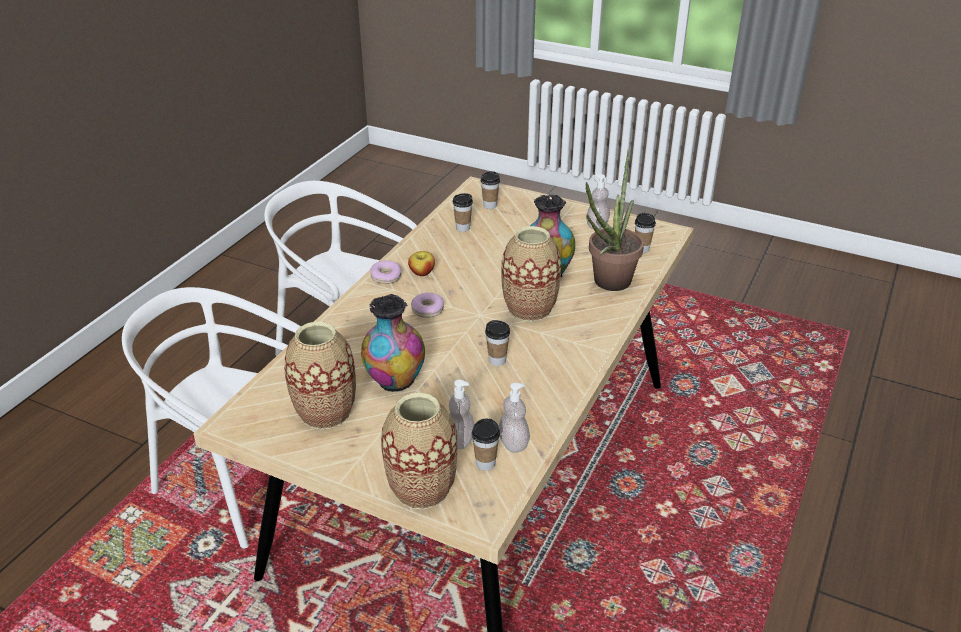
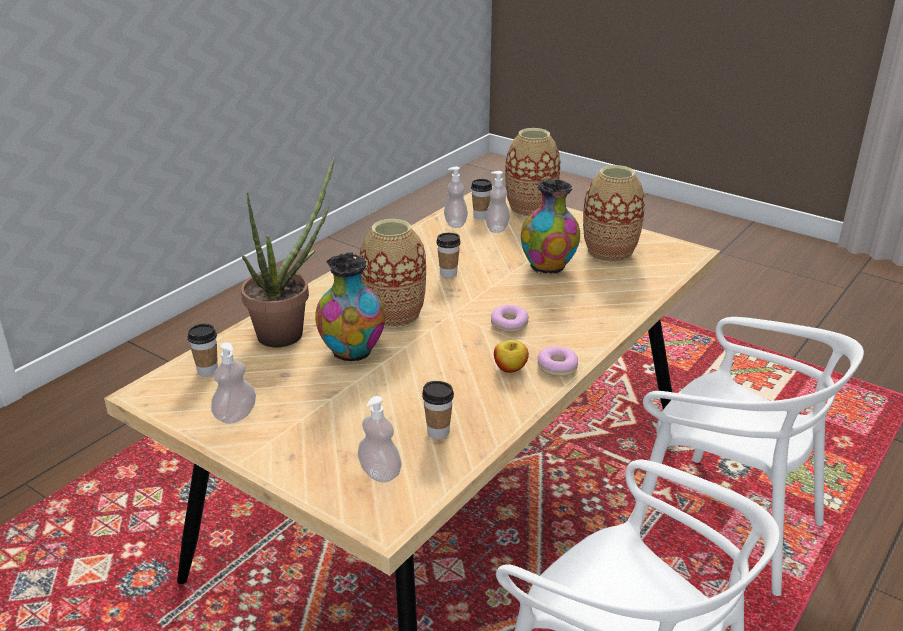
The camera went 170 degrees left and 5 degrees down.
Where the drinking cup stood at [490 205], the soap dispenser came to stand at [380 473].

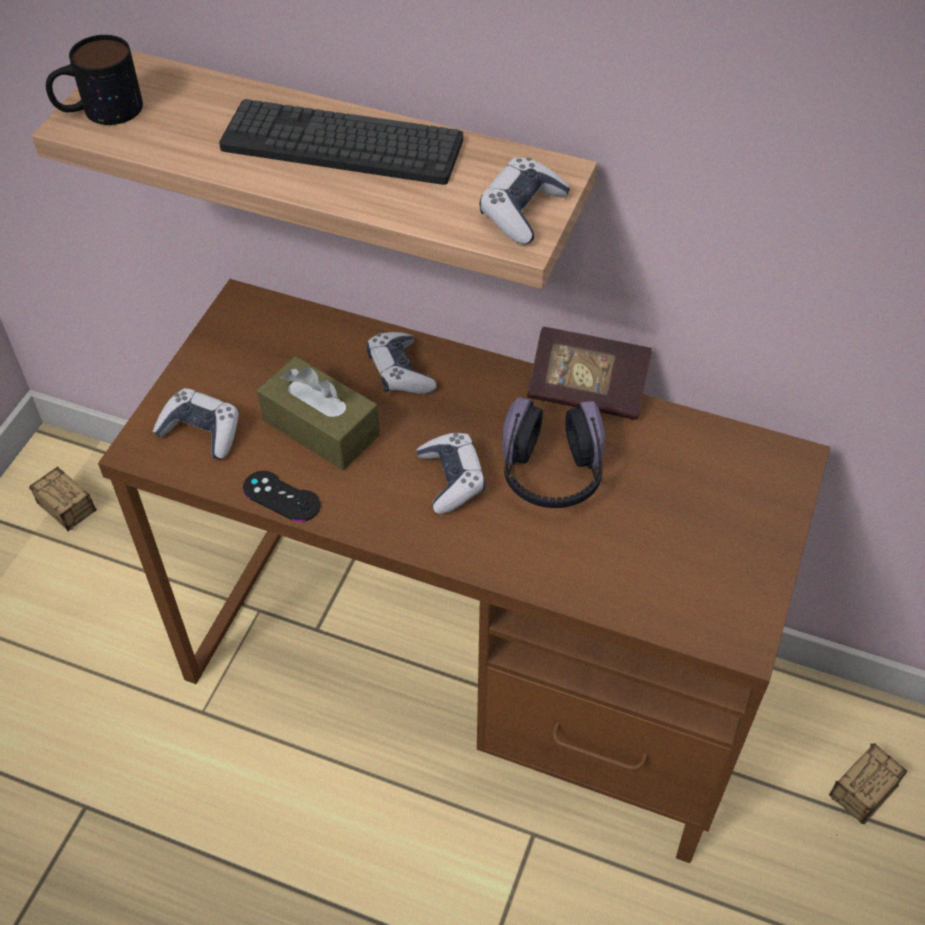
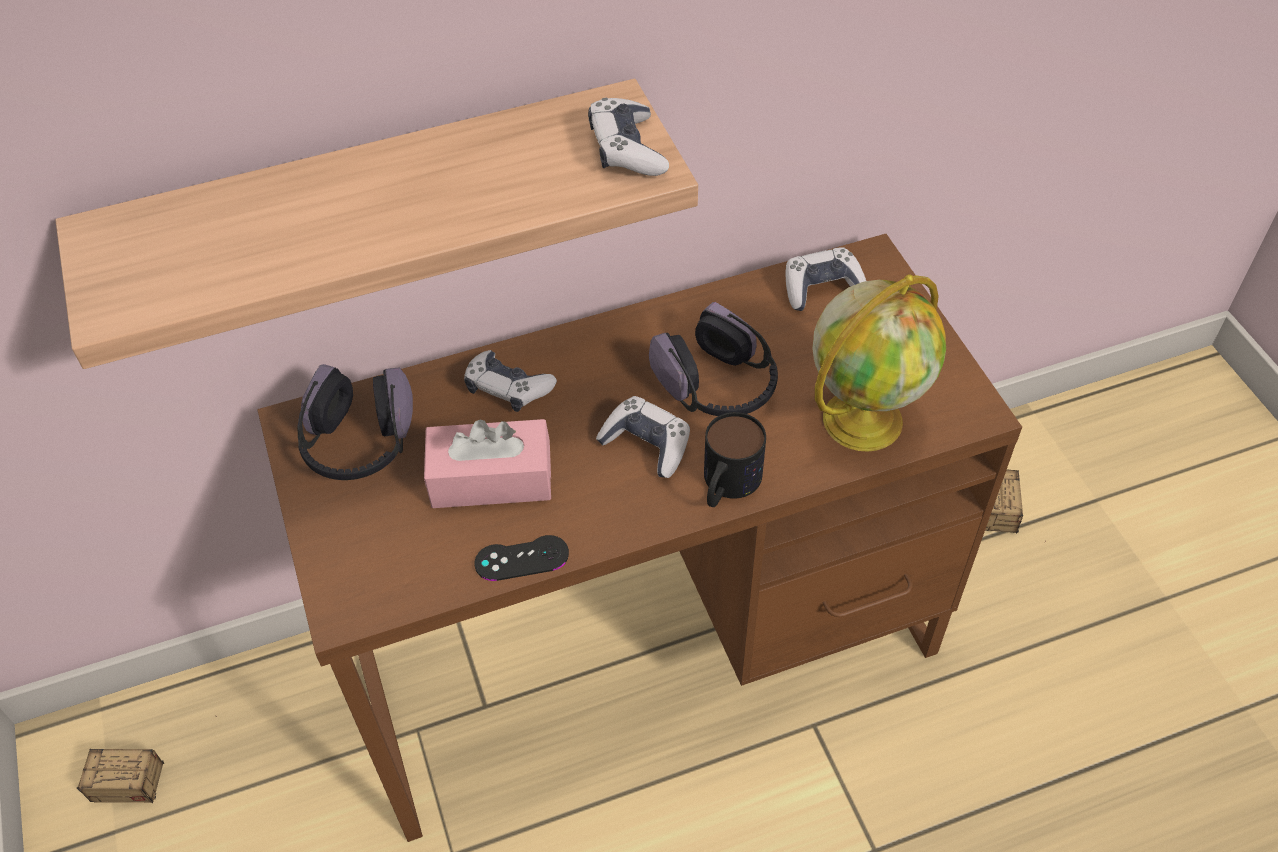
The camera went 40 degrees left and 0 degrees up.
The second view lost the computer keyboard at [342 144].
The second view lost the volume at [586 390].
The second view gained the pair of headphones at [358 443].
The second view gained the globe at [864 418].
The mug ended up elsewhere, having gone from [99 110] to [726 485].
The gamepad ended up elsewhere, having gone from [201 432] to [822 288].
What was the brown tissue holder at [321 427] turned into the pink tissue holder at [491 479].

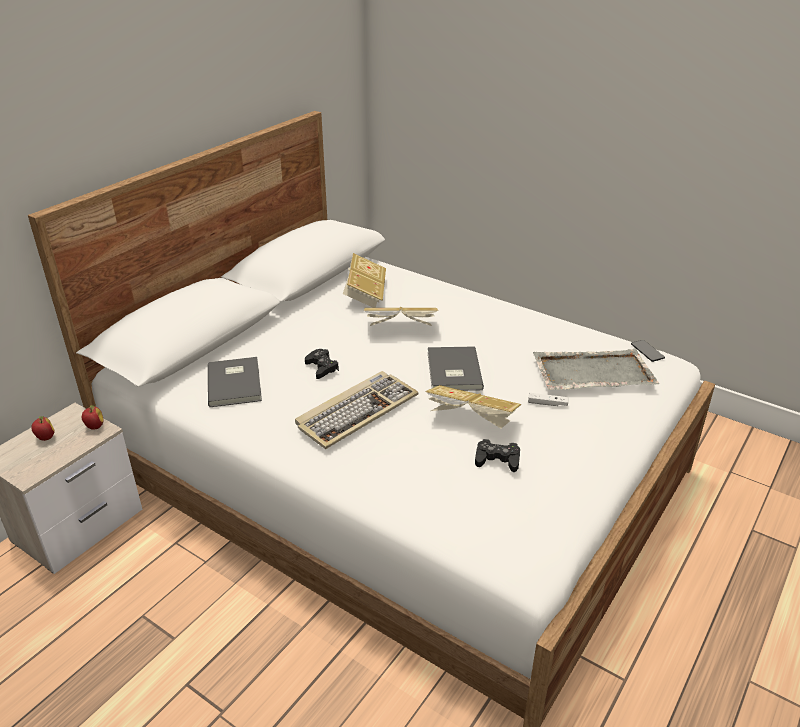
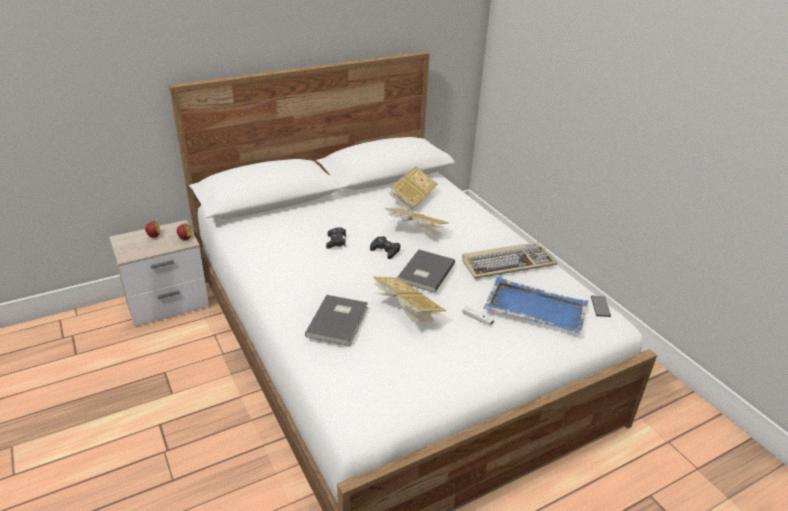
The camera went 25 degrees right and 0 degrees up.
The grey volume ended up elsewhere, having gone from [236 383] to [339 321].
The computer keyboard ended up elsewhere, having gone from [357 411] to [508 263].
The black gamepad ended up elsewhere, having gone from [497 460] to [385 250].
What was the grey carrying tray at [592 373] turned into the bluish carrying tray at [534 308].

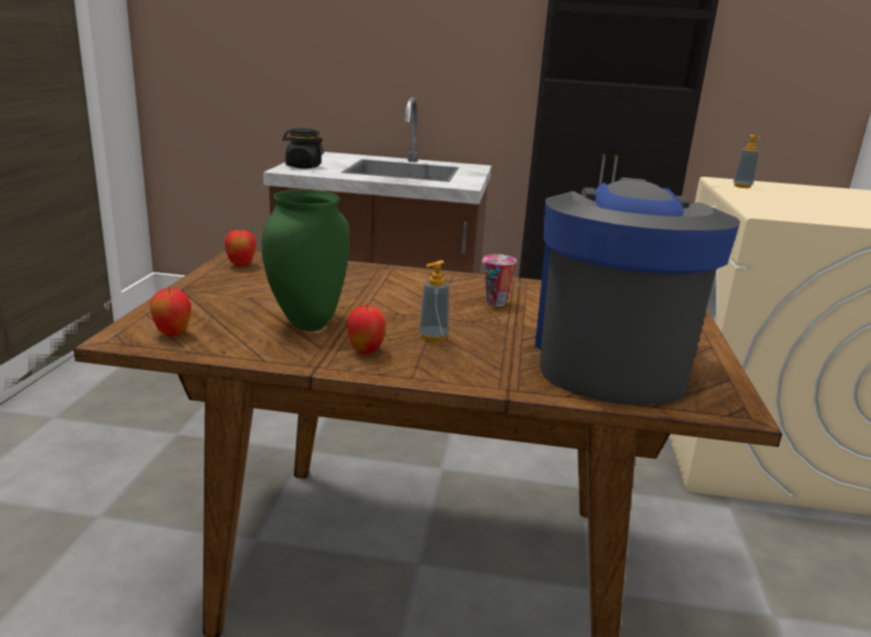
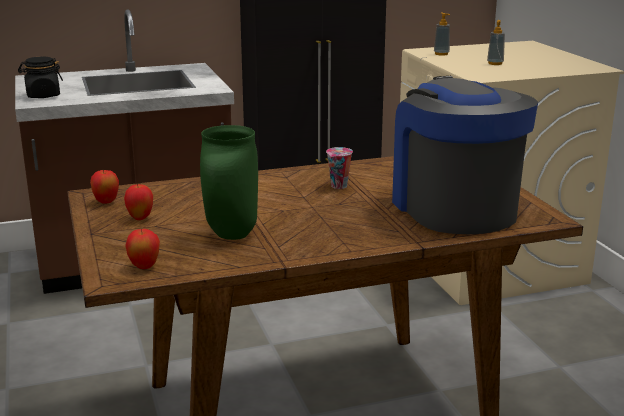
The camera went 25 degrees left and 0 degrees up.
The apple fruit ended up elsewhere, having gone from [366 351] to [140 218].
The soap dispenser ended up elsewhere, having gone from [433 337] to [495 63].

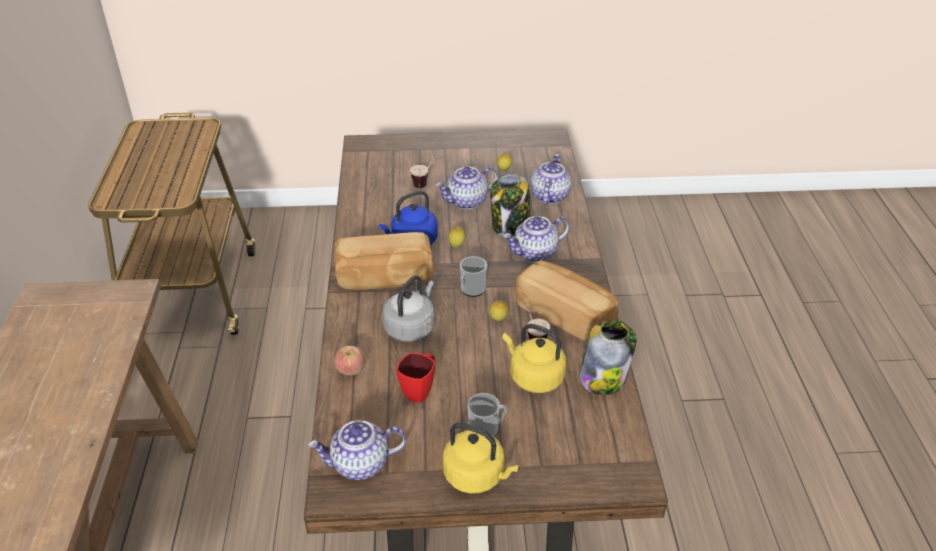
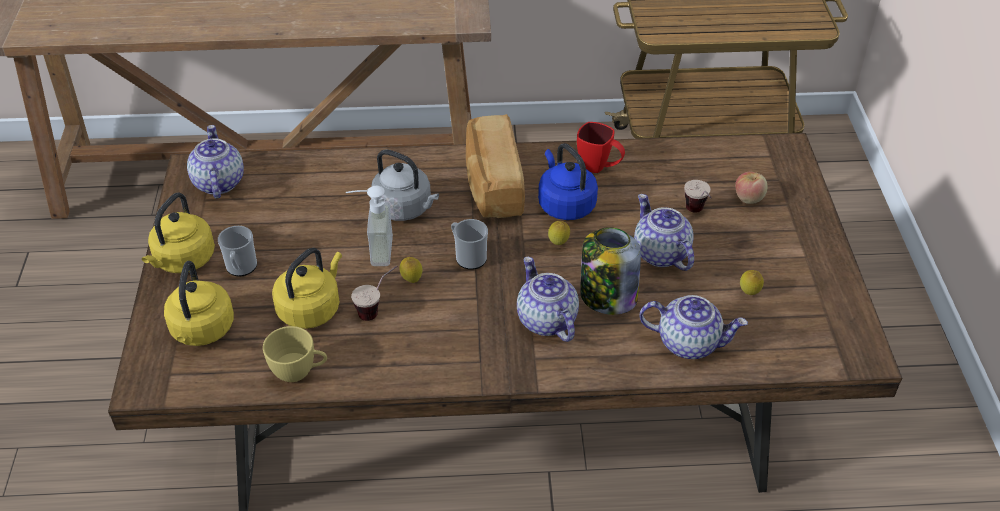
The camera went 90 degrees right and 5 degrees up.
The second view lost the bakery bread at [565 316].
The second view gained the yellow-coloured kettle at [202 331].
The second view gained the soap dispenser at [372 251].
The apple fruit ended up elsewhere, having gone from [350 370] to [748 198].
The red-coloured mug ended up elsewhere, having gone from [420 390] to [599 168].
Where the storage jar stood at [603 378], the yellow-coloured drinking cup came to stand at [299 372].

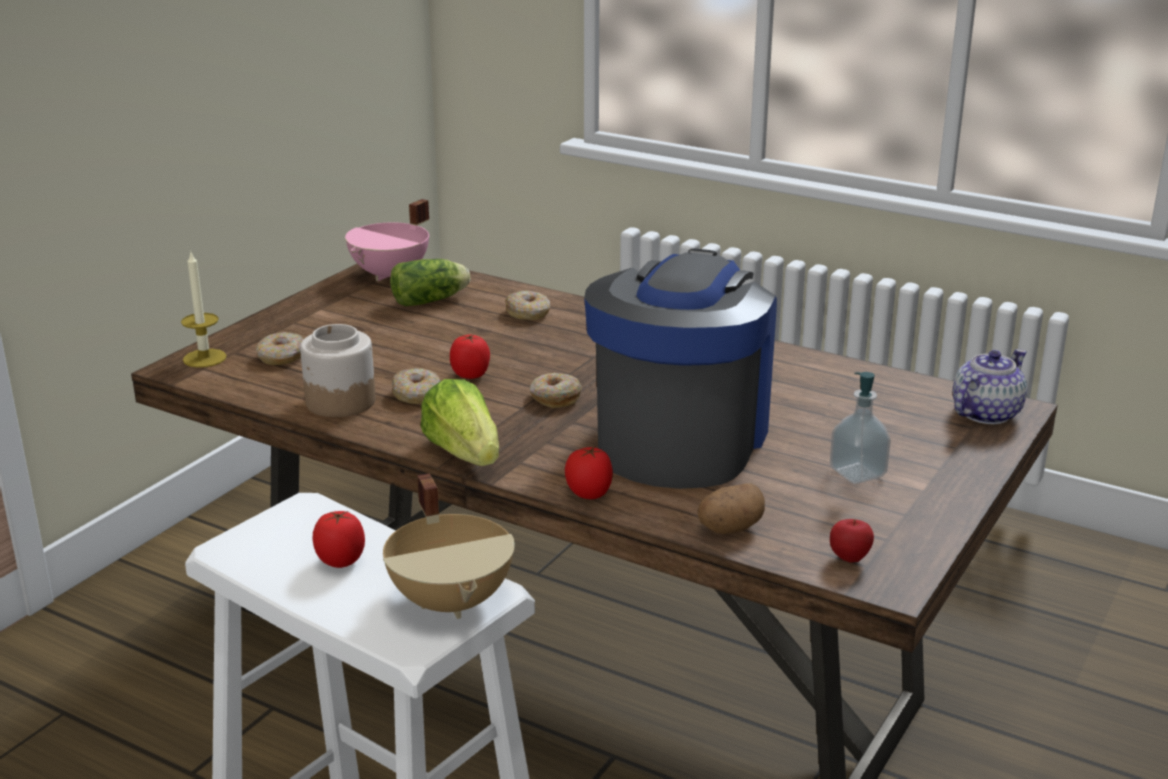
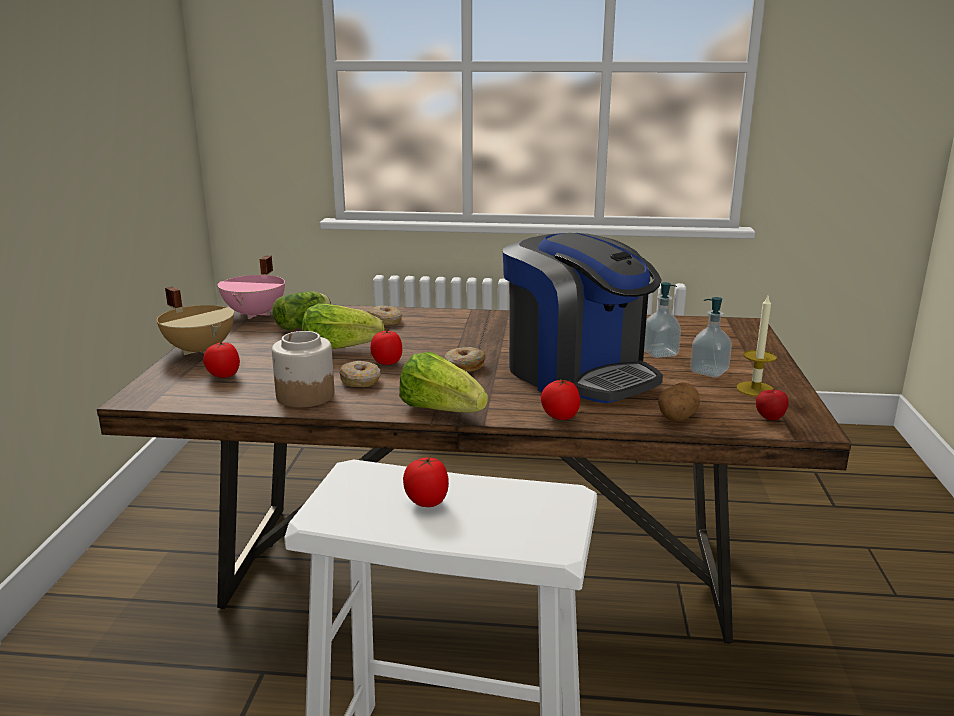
The camera went 25 degrees left and 5 degrees down.
The second view lost the tea pot at [984 413].
The second view gained the lettuce head at [339 349].
The second view gained the soap dispenser at [659 353].
The wax candle ended up elsewhere, having gone from [204 358] to [755 389].
The beige-coloured saucepot ended up elsewhere, having gone from [453 601] to [201 350].
Where the donut stood at [282 357], the whole tomato came to stand at [223 376].
The coffee maker at [680 439] ended up facing another way, 150 degrees clockwise from before.

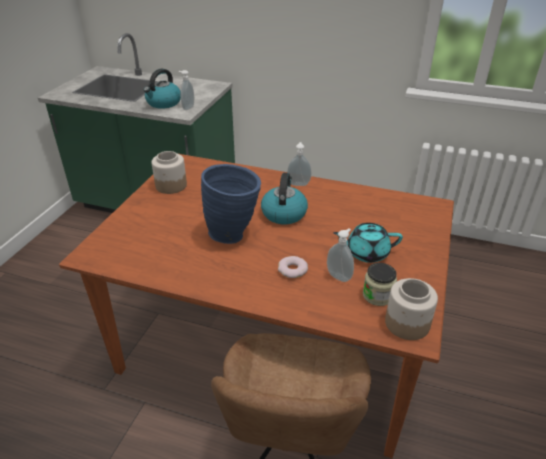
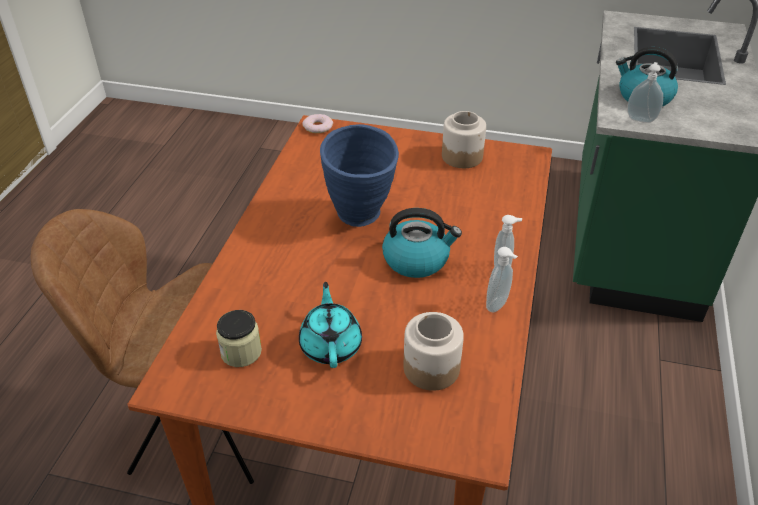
The camera went 85 degrees right and 5 degrees up.
The donut ended up elsewhere, having gone from [292 270] to [317 127].
The soap dispenser ended up elsewhere, having gone from [339 276] to [498 305].
The storage jar ended up elsewhere, having gone from [406 324] to [431 368].

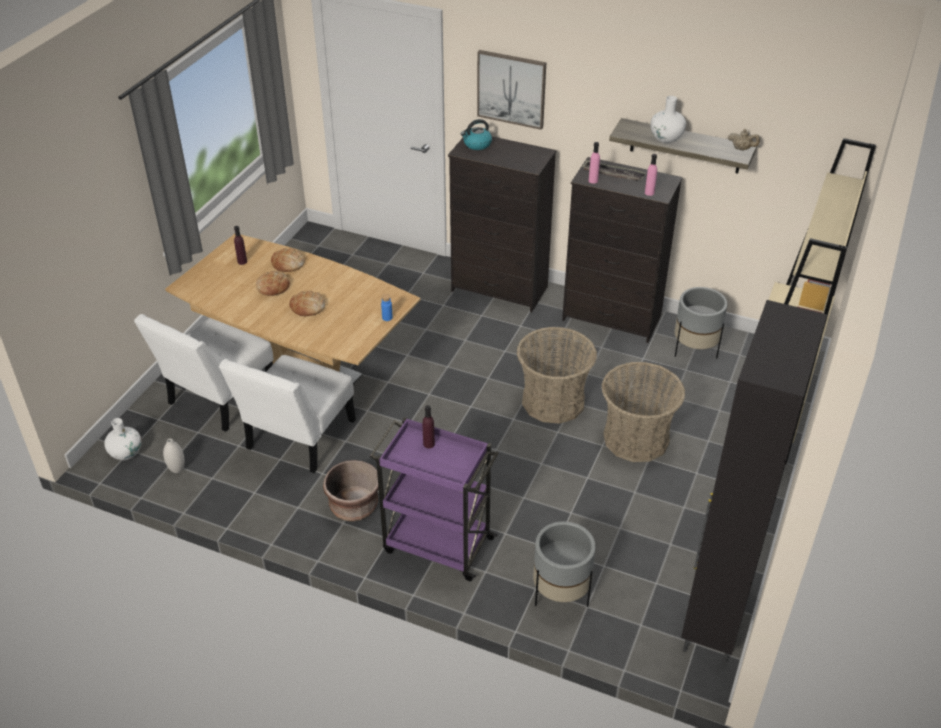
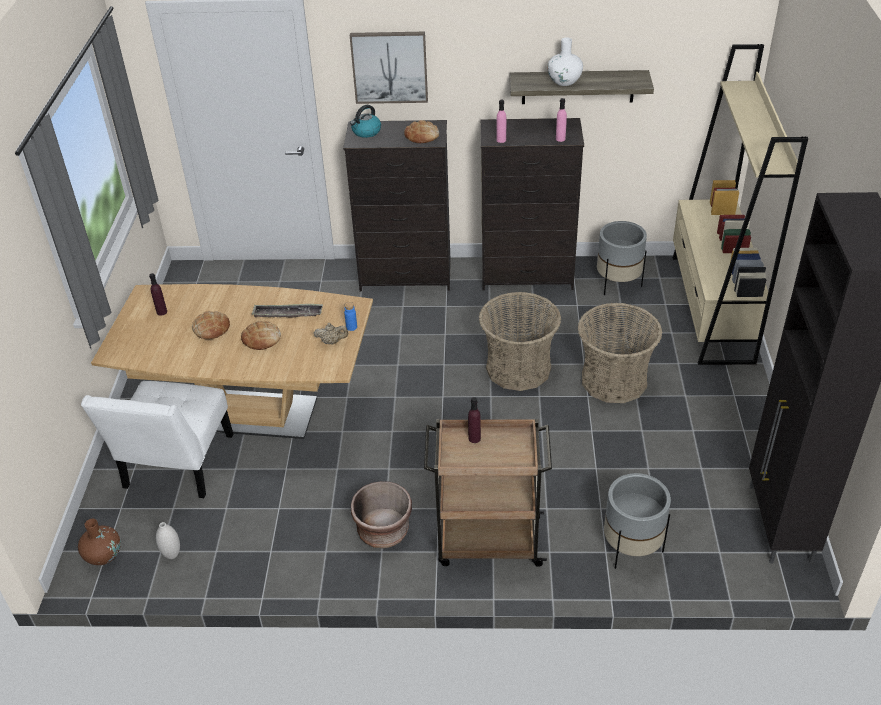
The camera went 20 degrees left and 0 degrees up.
The second view lost the whitish plain chair at [297 439].
The bakery bread ended up elsewhere, having gone from [288 263] to [422 136].
The carrying tray ended up elsewhere, having gone from [613 174] to [288 314].
The beige-coloured tea pot ended up elsewhere, having gone from [742 149] to [332 342].
What was the whitish vase at [126 453] turned into the brown vase at [103 555].
What was the purple wheeled cart at [436 544] turned into the brown wheeled cart at [487 541].

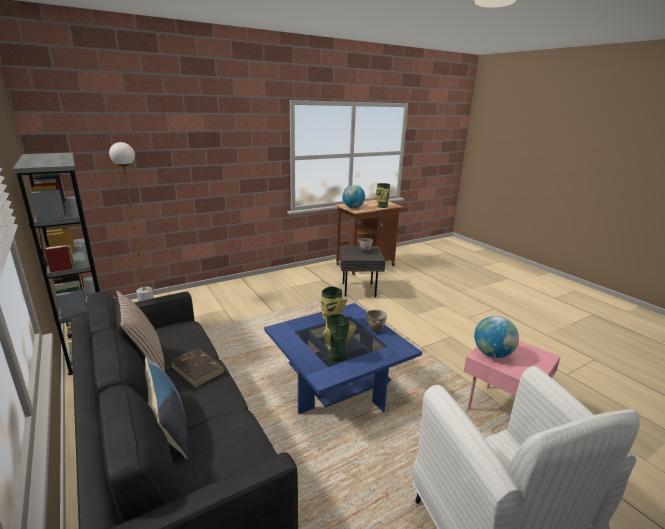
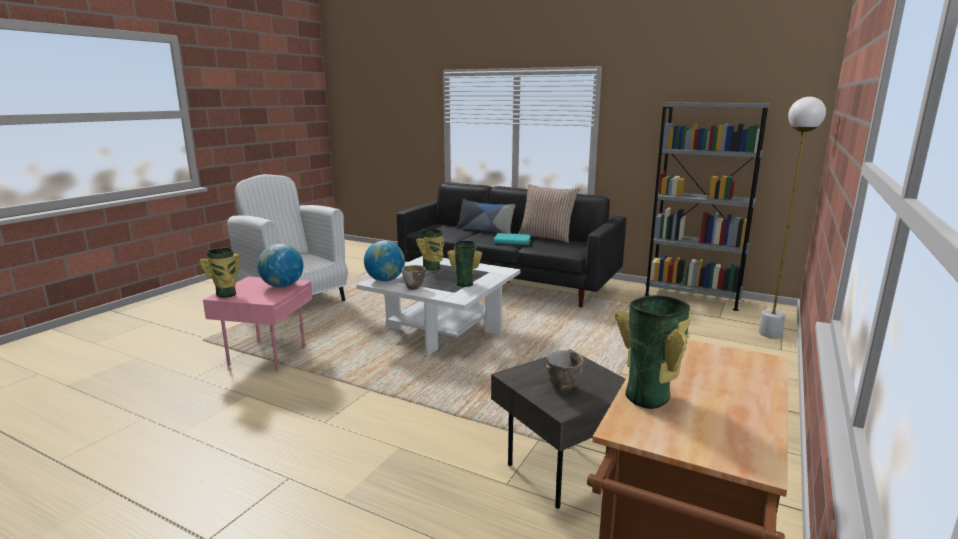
The camera went 150 degrees right and 5 degrees down.
The second view gained the vase at [226 294].
The globe ended up elsewhere, having gone from [353 208] to [385 280].
What was the brown volume at [198 369] turned into the blue-green volume at [512 241].
What was the bluish lounge table at [338 385] turned into the whitish lounge table at [443 331].

